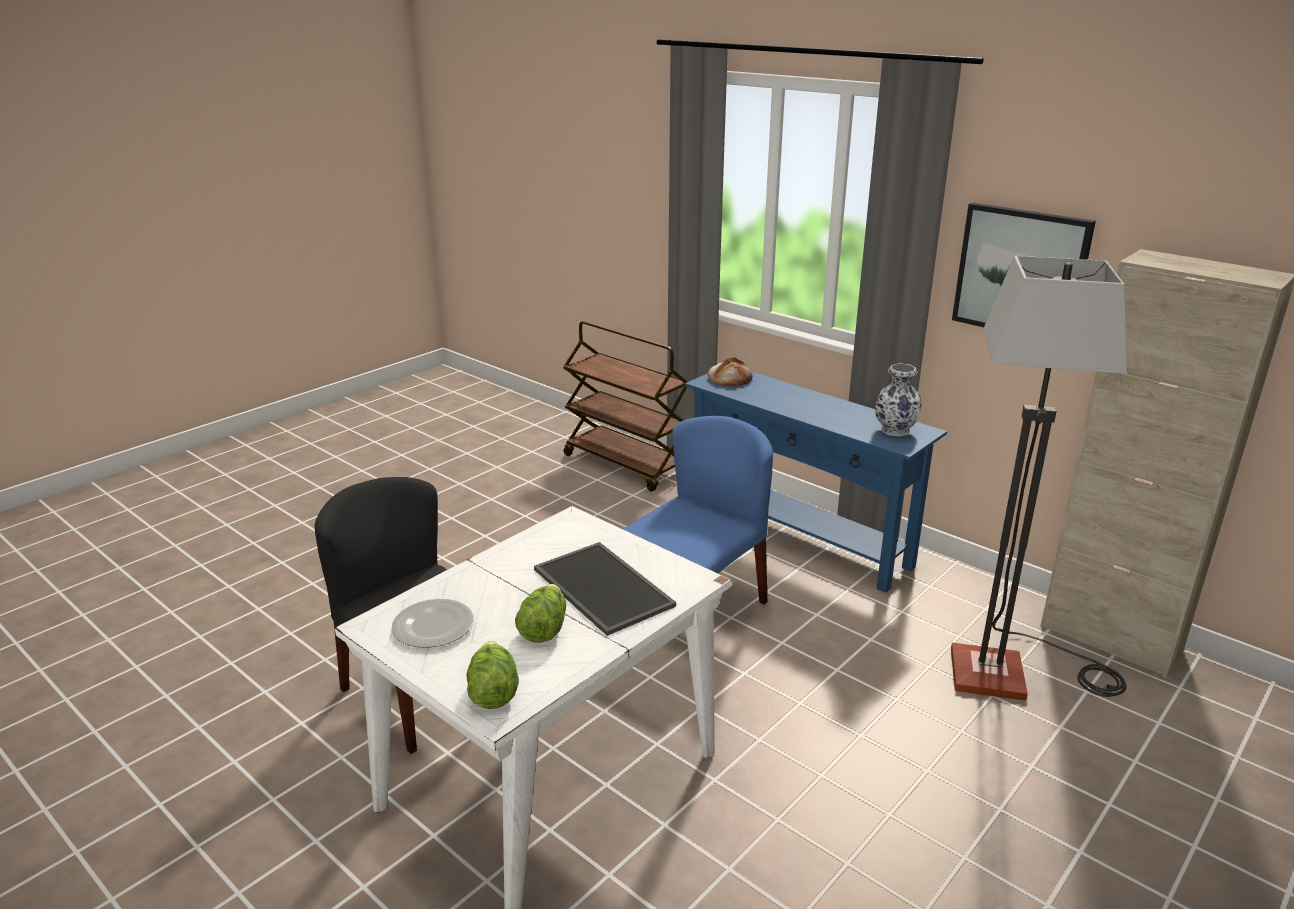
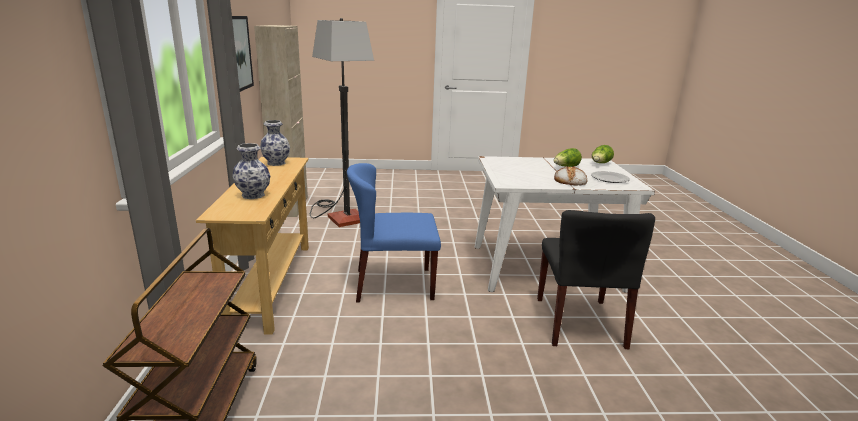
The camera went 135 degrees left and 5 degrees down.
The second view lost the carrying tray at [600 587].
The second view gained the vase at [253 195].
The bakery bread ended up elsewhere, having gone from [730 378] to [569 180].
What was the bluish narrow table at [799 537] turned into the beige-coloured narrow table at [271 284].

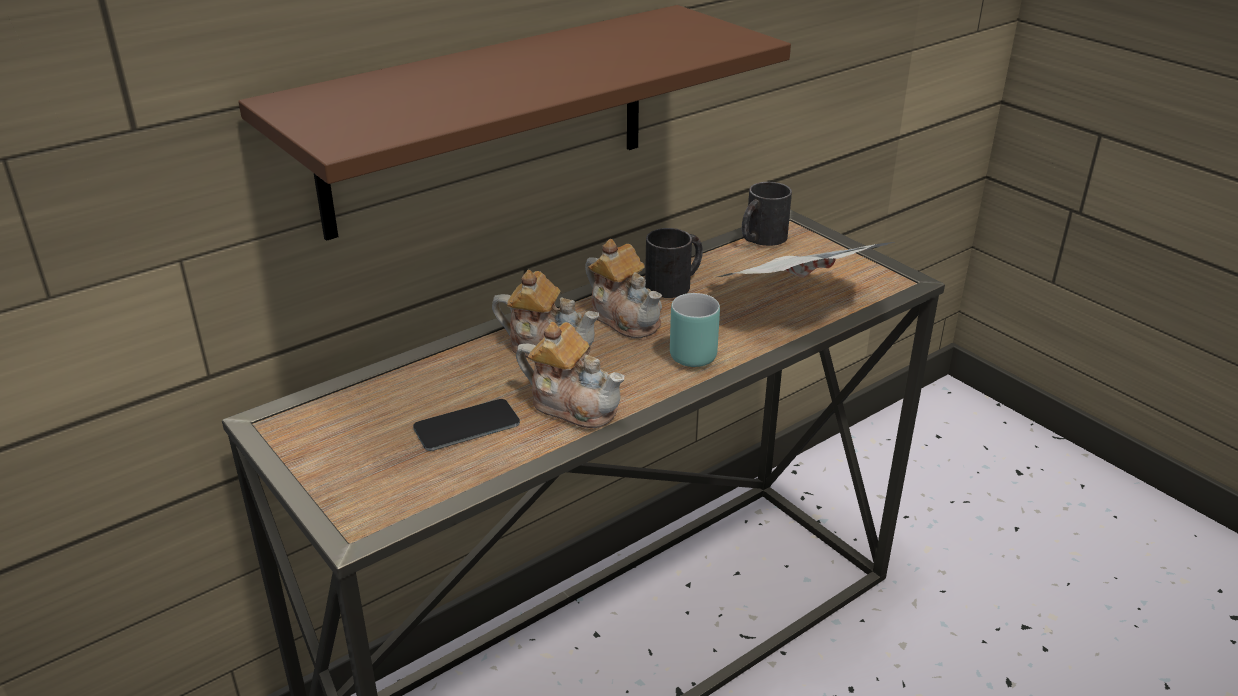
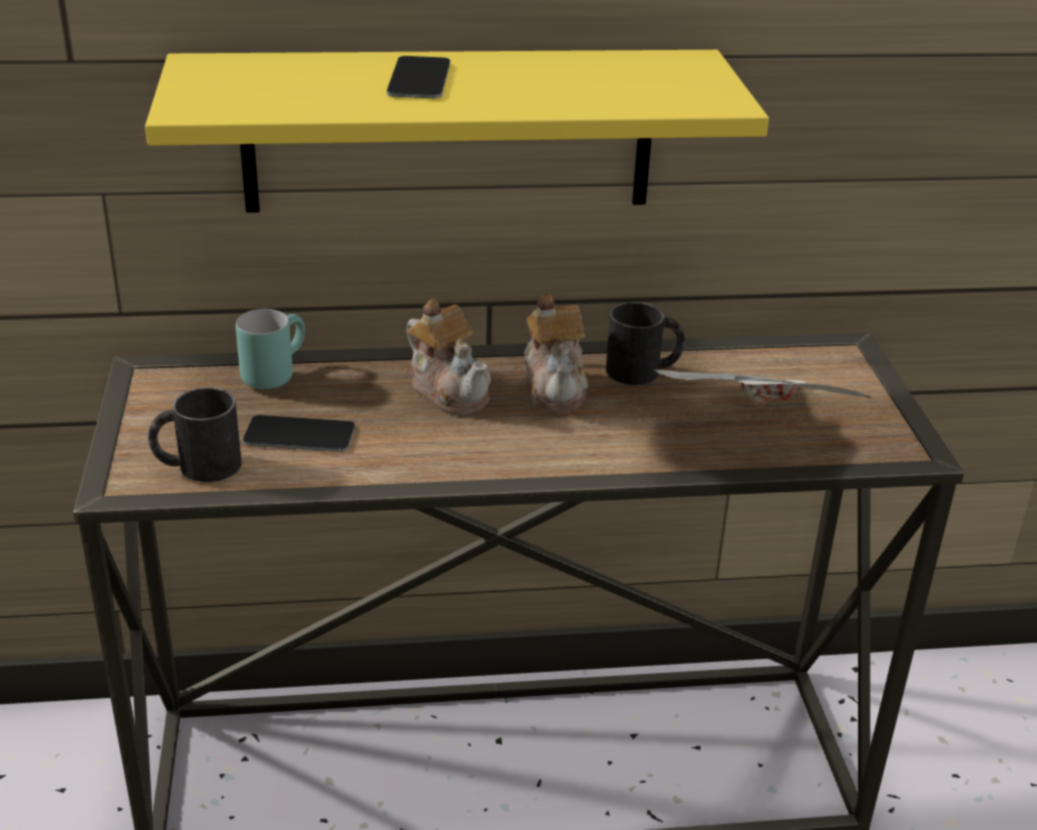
The camera went 30 degrees right and 0 degrees up.
The second view lost the tea pot at [573 405].
The second view gained the handset at [419 79].
The blue-green mug ended up elsewhere, having gone from [689 350] to [273 372].
The black mug ended up elsewhere, having gone from [760 239] to [197 466].
What was the brown wall shelf at [488 120] turned into the yellow-coloured wall shelf at [448 131].

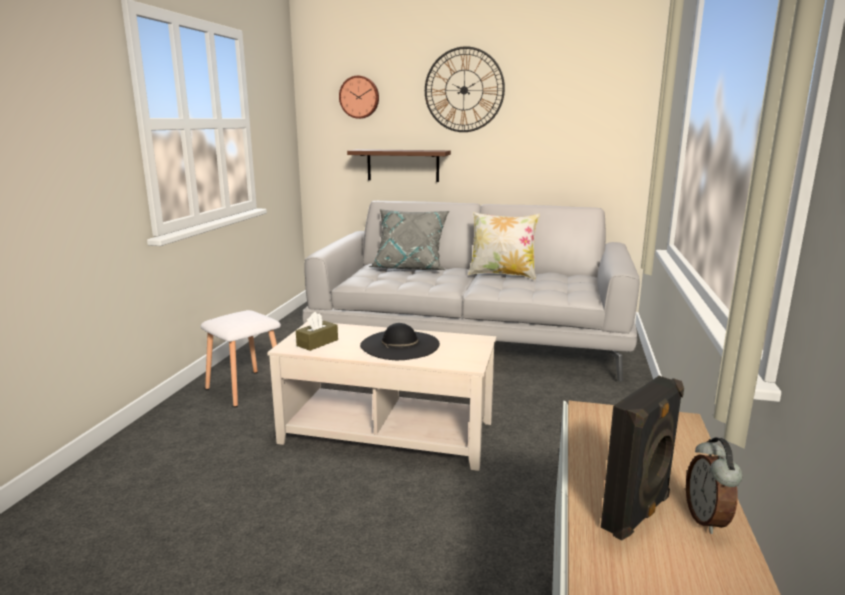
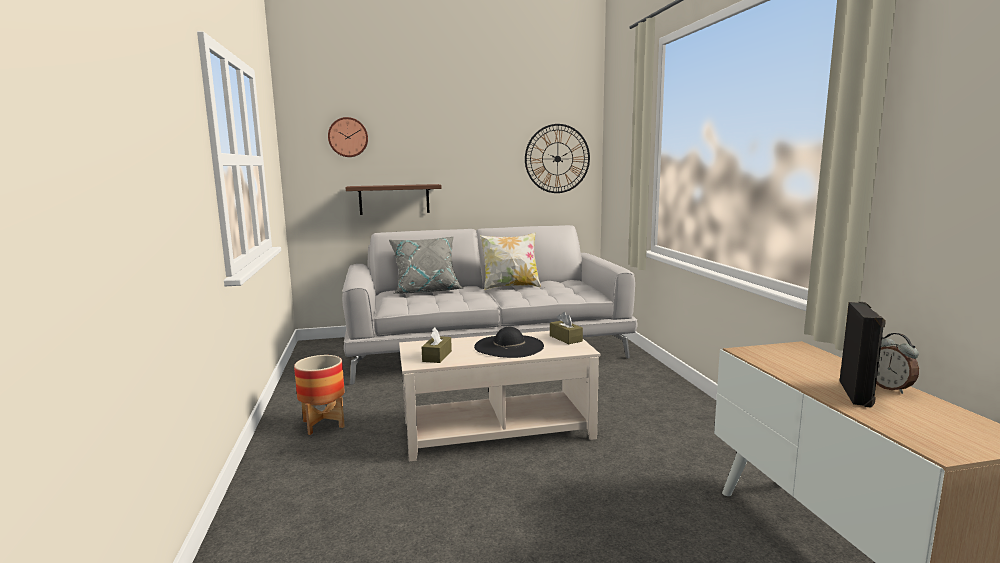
The camera went 25 degrees left and 5 degrees down.
The second view gained the brown tissue holder at [565 338].
The wall clock ended up elsewhere, having gone from [464 90] to [557 158].
Where the whitish stool stood at [246 387], the plant pot came to stand at [323 424].

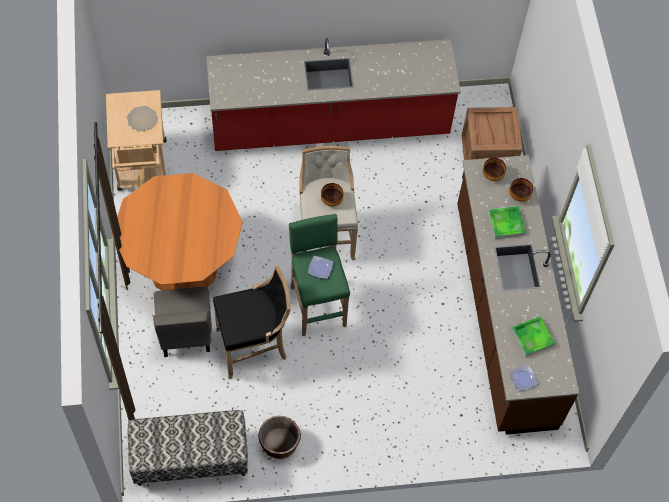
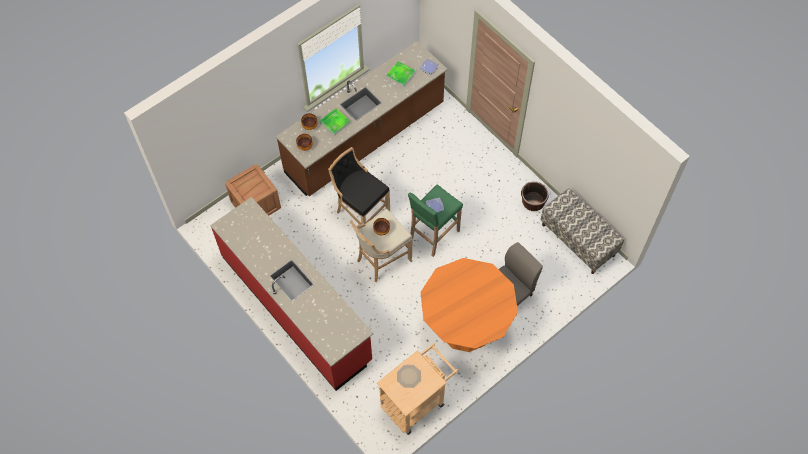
The camera went 120 degrees left and 0 degrees up.
The black stool ended up elsewhere, having gone from [254 346] to [360 213].

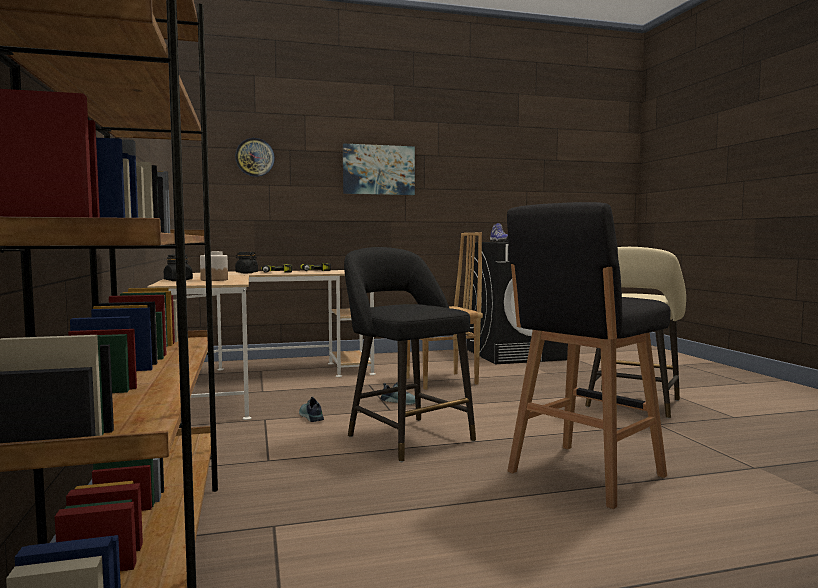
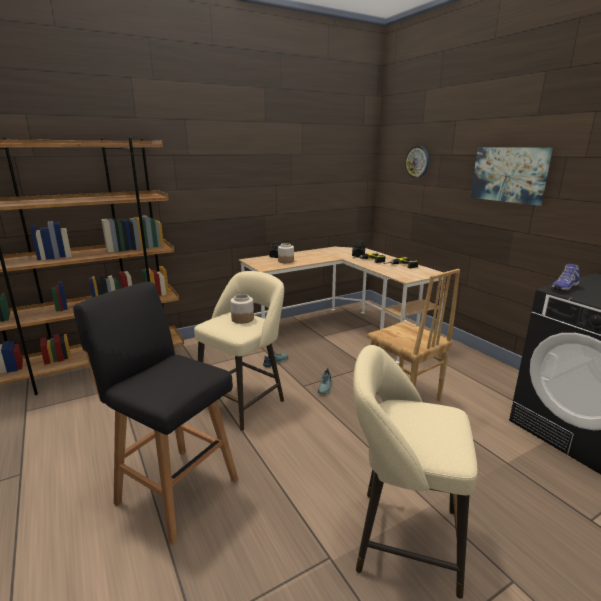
The camera went 75 degrees right and 15 degrees up.
The second view gained the storage jar at [242 319].
What was the black stool at [406 437] turned into the beige-coloured stool at [244 402].

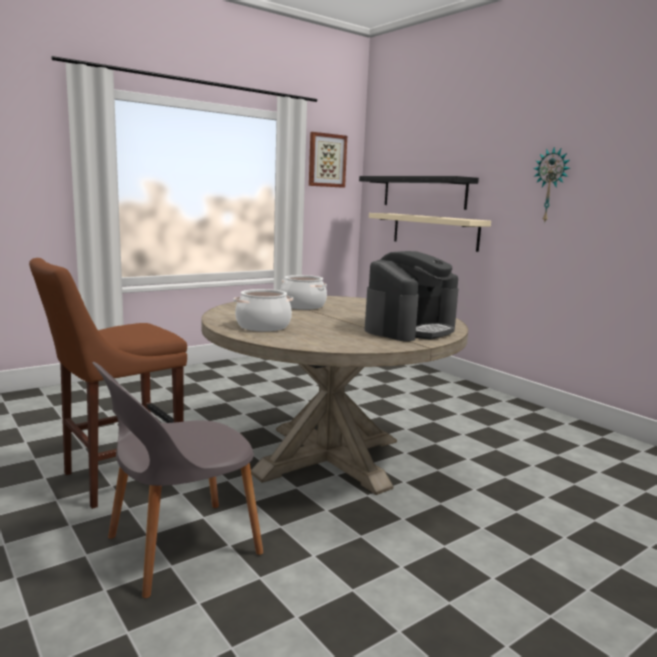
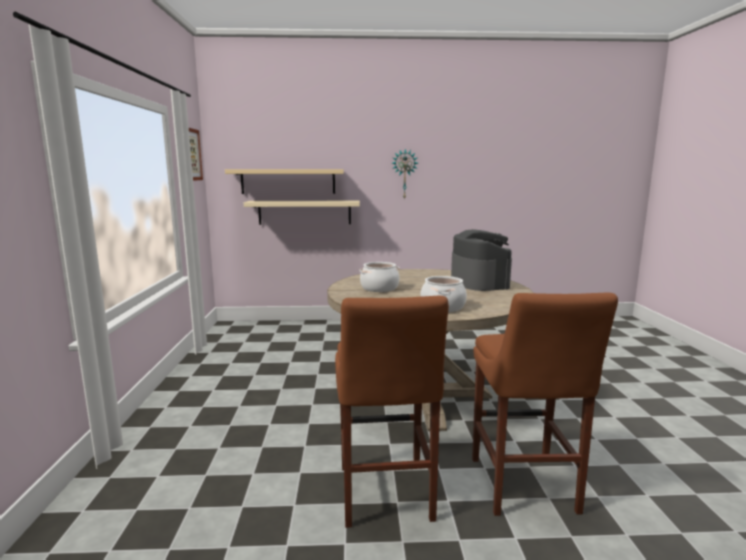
The camera went 55 degrees left and 0 degrees up.
Where the grey plain chair stood at [179 547], the brown stool came to stand at [524 488].
What was the black wall shelf at [424 192] turned into the beige-coloured wall shelf at [288 181].

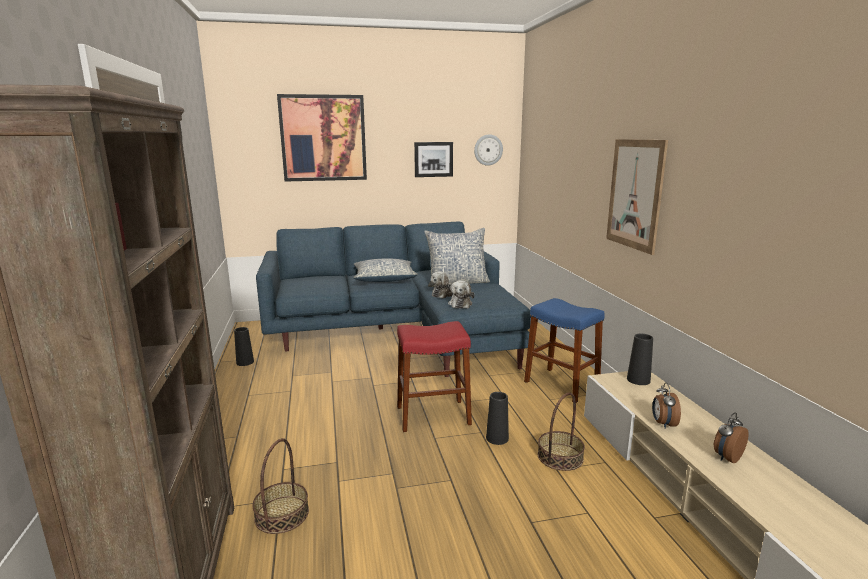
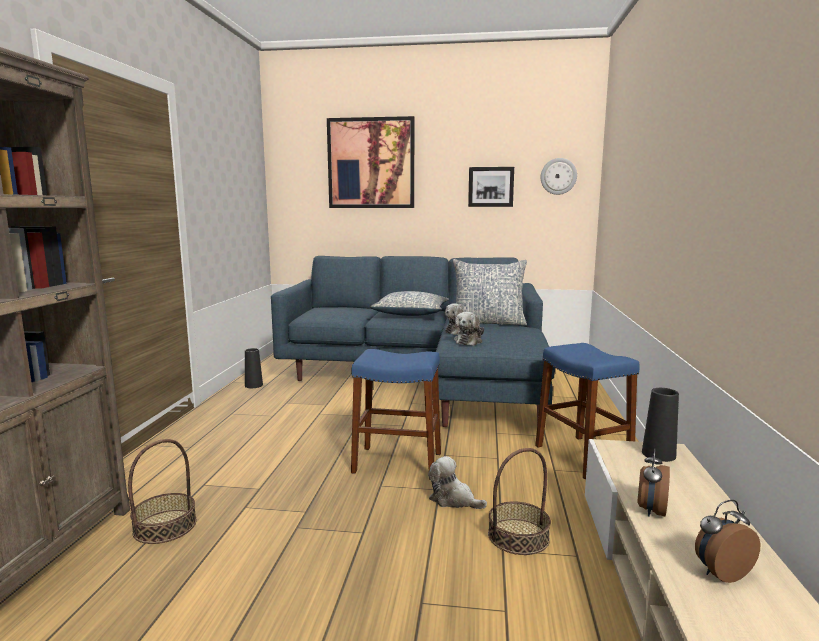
The camera went 20 degrees right and 5 degrees down.
The second view lost the wall picture at [635 194].
Where the black vase stood at [497 438], the plush toy came to stand at [453 500].
What was the red-coloured stool at [433 415] turned into the bluish stool at [397 462].

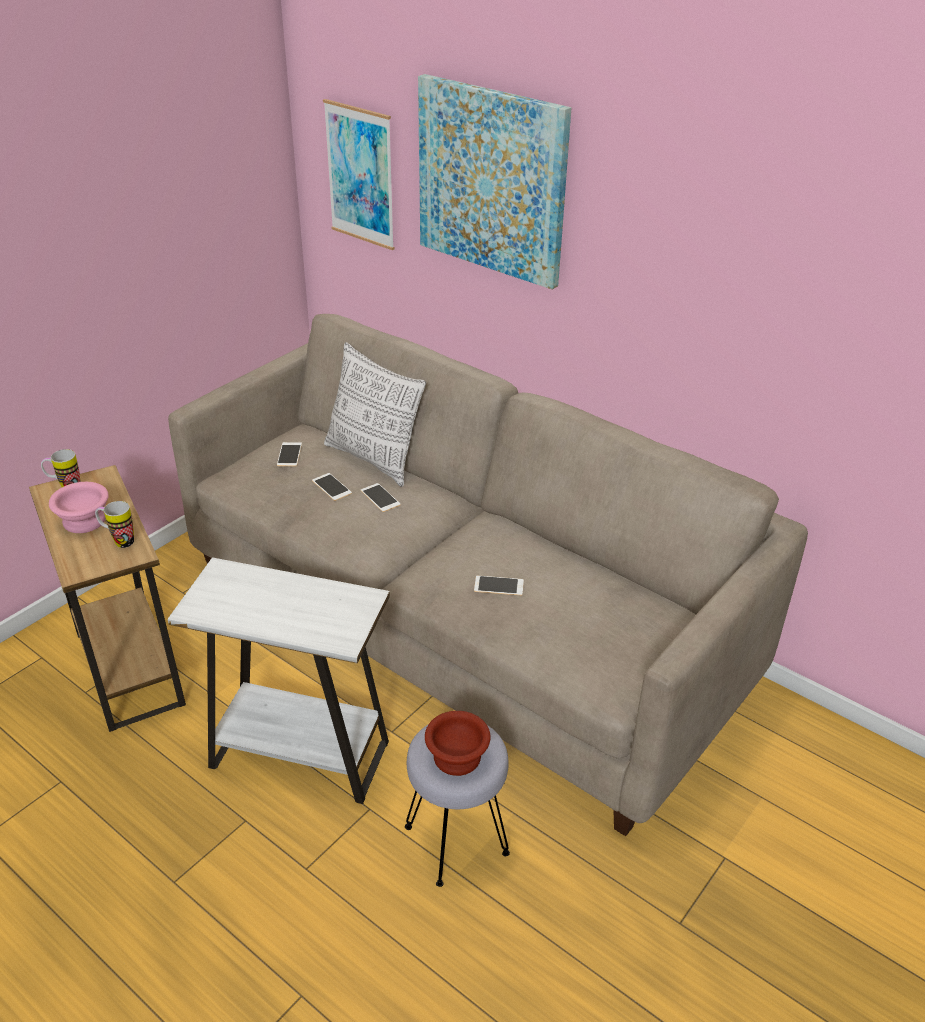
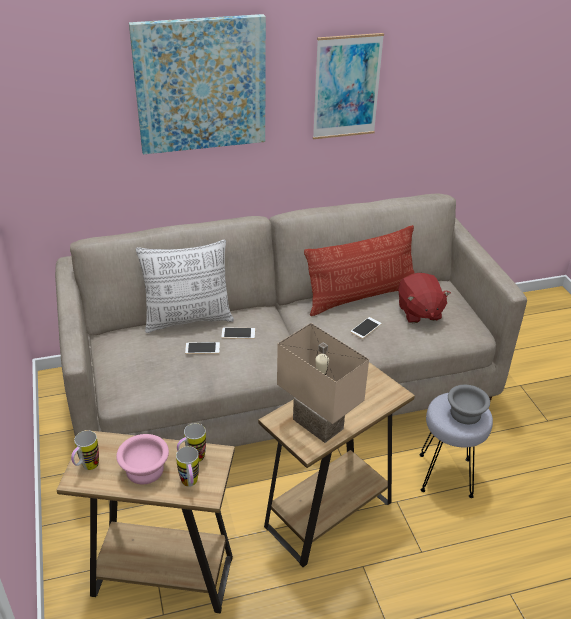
The camera went 55 degrees left and 0 degrees up.
The second view lost the handset at [289 454].
The second view gained the mug at [190 484].
The second view gained the beige-coloured lamp for a table at [315 425].
The second view gained the throw pillow at [361 297].
The second view gained the red-coloured plush toy at [419 312].
The wall picture ended up elsewhere, having gone from [360 175] to [346 87].
What was the whitish side table at [299 754] turned into the brown side table at [328 514].
What was the brown deep dish at [456 755] turned into the grey deep dish at [464 413].

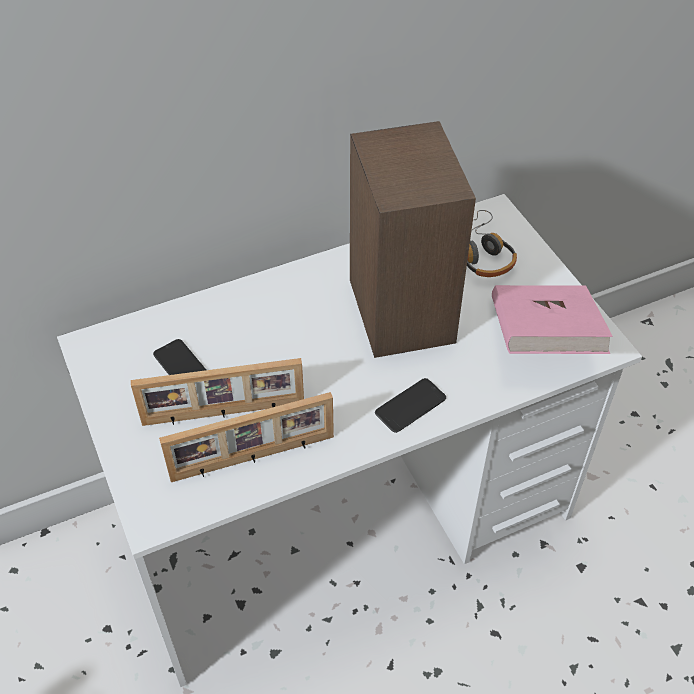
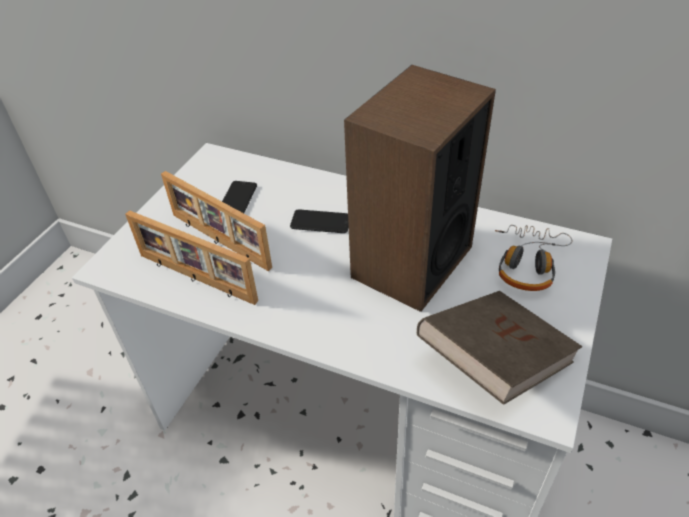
The camera went 50 degrees right and 5 degrees down.
The handset ended up elsewhere, having gone from [410 406] to [320 222].
What was the pink volume at [542 340] turned into the brown volume at [494 362].

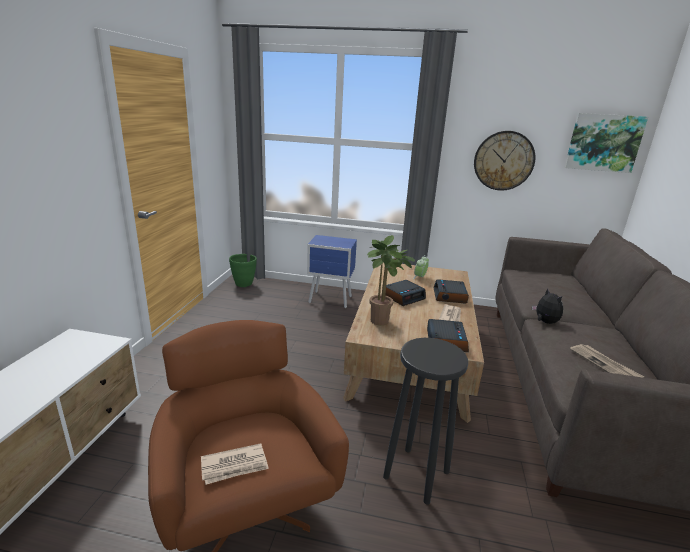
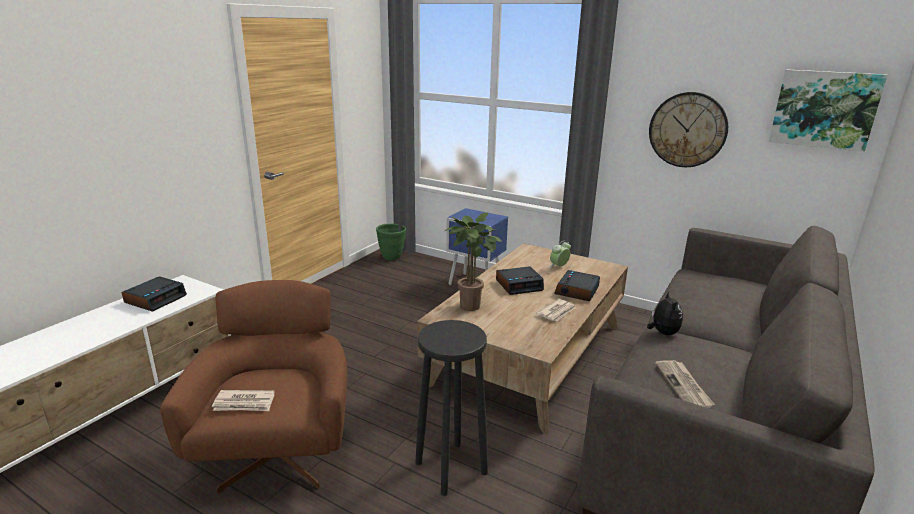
The camera went 20 degrees right and 0 degrees up.
The bedside clock ended up elsewhere, having gone from [445 340] to [156 299].

